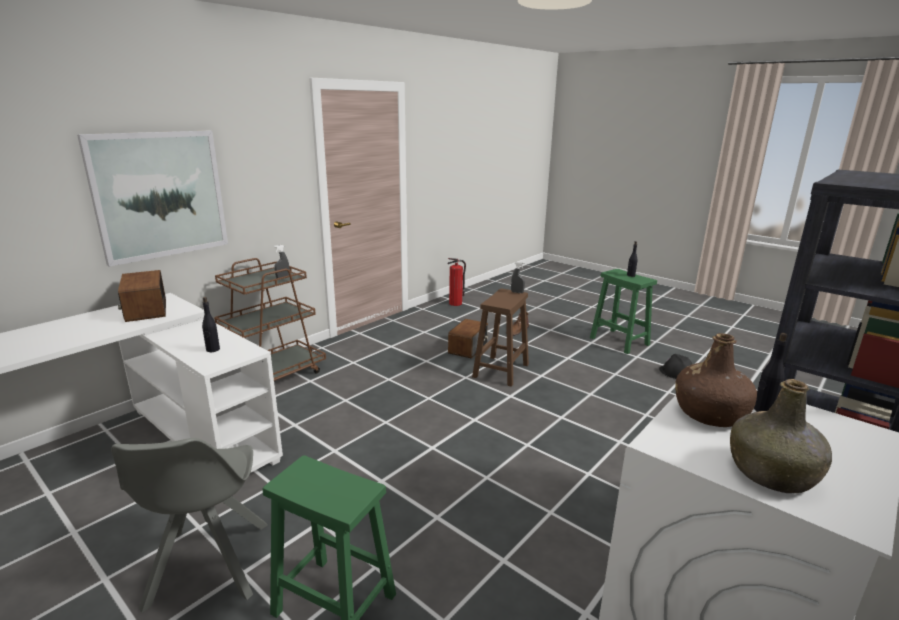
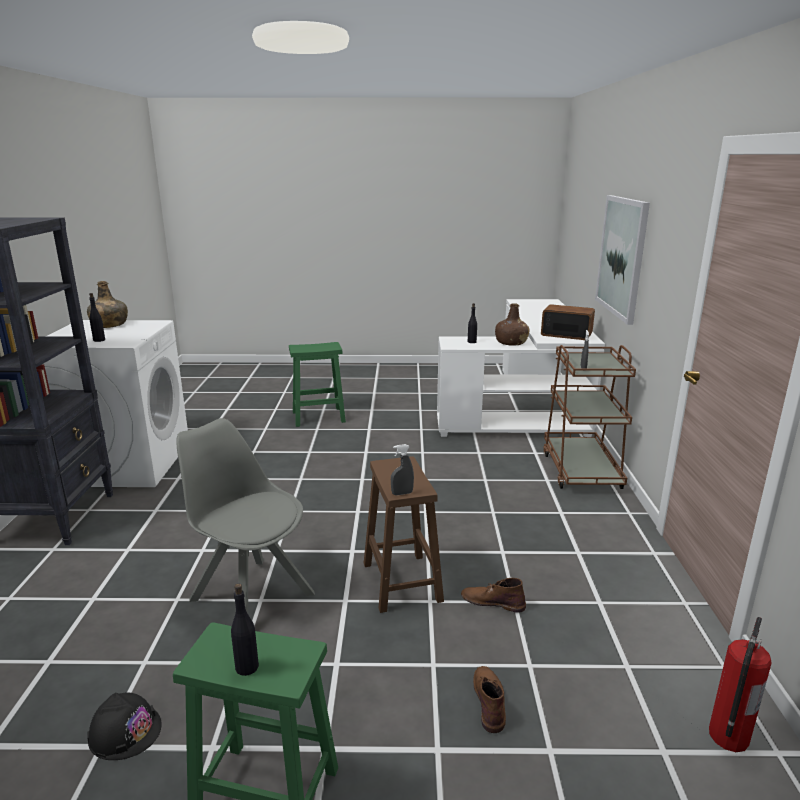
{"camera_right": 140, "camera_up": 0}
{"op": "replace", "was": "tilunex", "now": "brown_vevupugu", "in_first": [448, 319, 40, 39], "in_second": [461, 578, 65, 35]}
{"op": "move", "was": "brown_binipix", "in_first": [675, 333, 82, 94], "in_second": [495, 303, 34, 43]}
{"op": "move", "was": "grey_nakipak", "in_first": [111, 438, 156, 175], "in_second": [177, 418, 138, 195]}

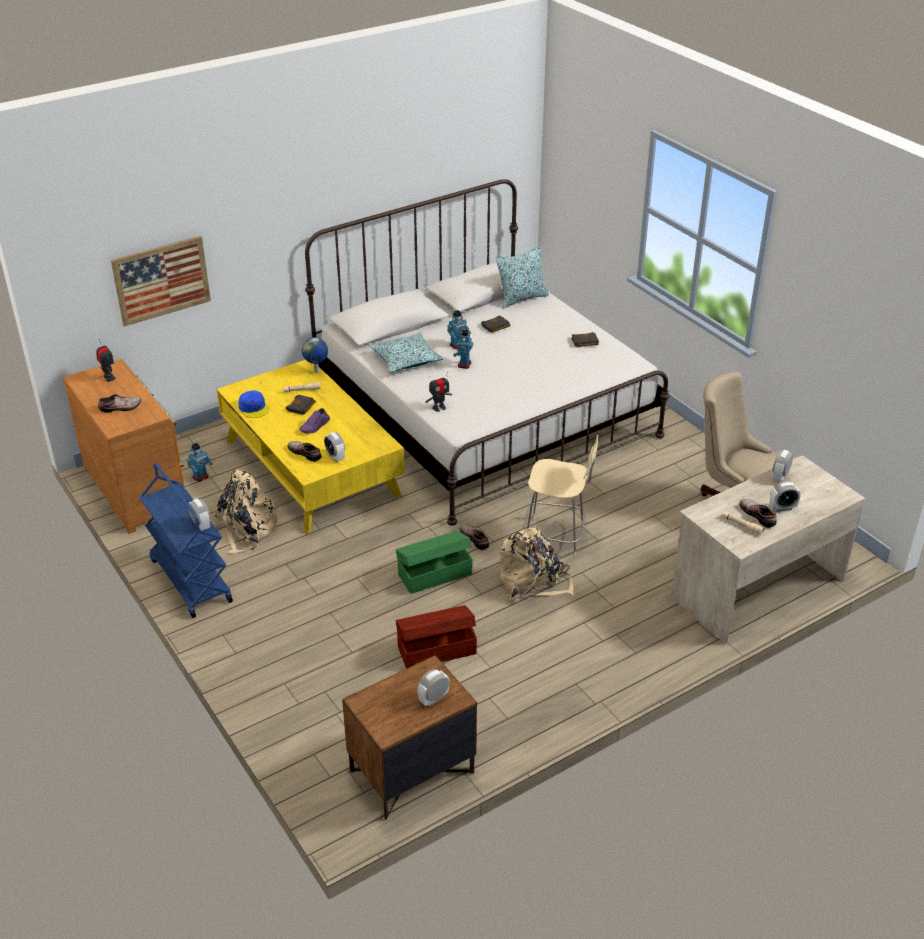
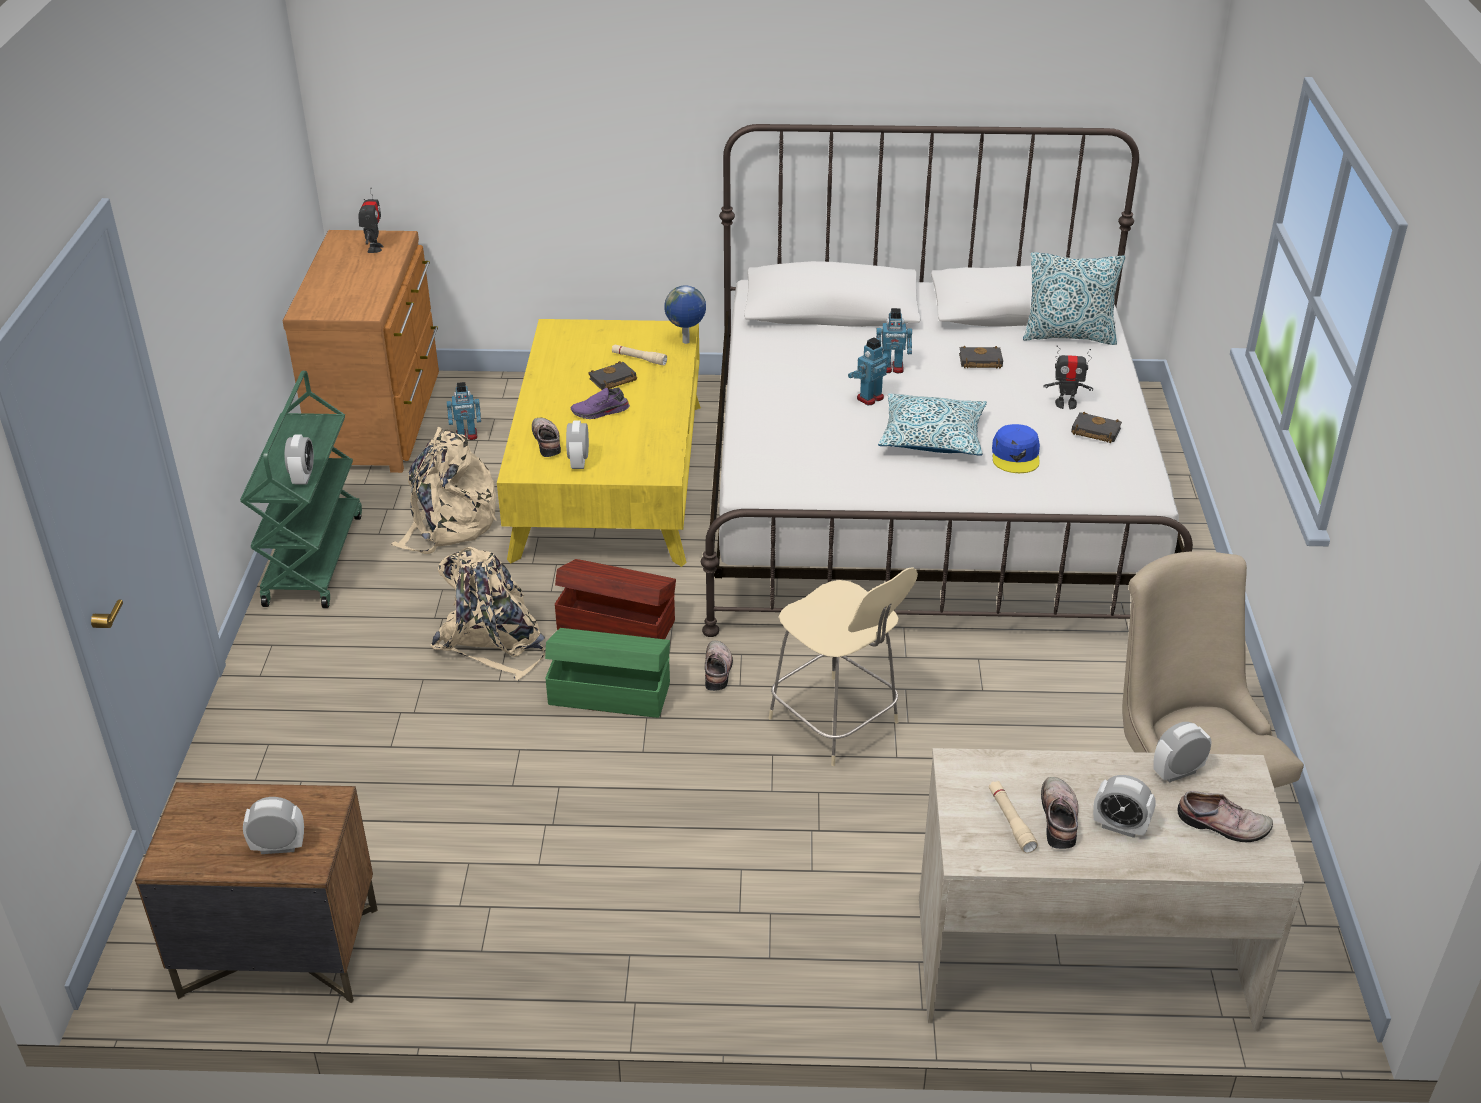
{"camera_right": 35, "camera_up": 0}
{"op": "delete", "was": "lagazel", "in_first": [111, 236, 100, 91]}
{"op": "move", "was": "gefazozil", "in_first": [370, 333, 73, 39], "in_second": [878, 393, 109, 63]}
{"op": "move", "was": "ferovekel", "in_first": [425, 372, 27, 40], "in_second": [1044, 345, 49, 64]}
{"op": "move", "was": "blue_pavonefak", "in_first": [238, 390, 31, 28], "in_second": [992, 424, 48, 49]}
{"op": "move", "was": "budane", "in_first": [98, 394, 43, 19], "in_second": [1178, 791, 95, 51]}
{"op": "recolor", "was": "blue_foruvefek", "now": "green_foruvefek", "in_first": [140, 463, 93, 155], "in_second": [240, 371, 122, 237]}
{"op": "move", "was": "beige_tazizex", "in_first": [499, 528, 74, 72], "in_second": [430, 547, 115, 134]}
{"op": "move", "was": "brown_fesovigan", "in_first": [396, 605, 81, 64], "in_second": [555, 559, 121, 80]}

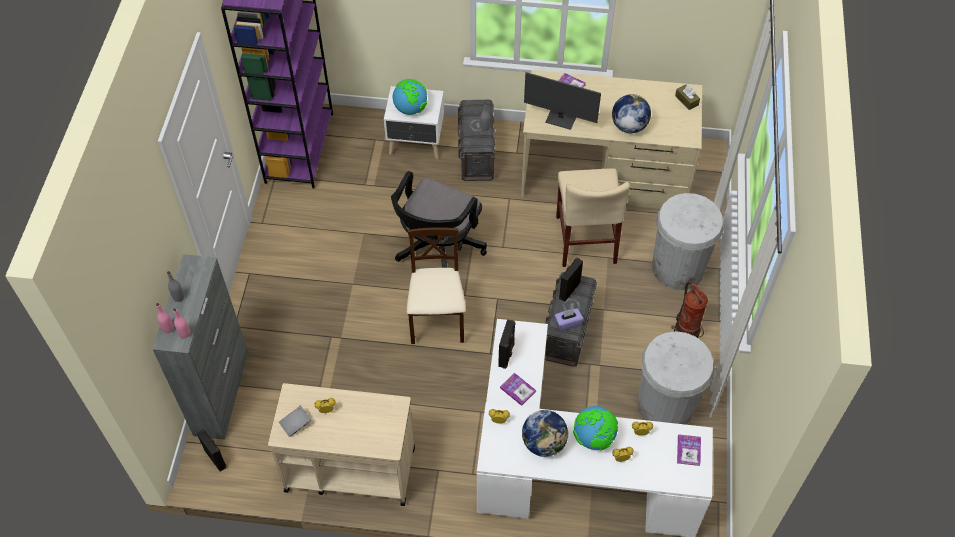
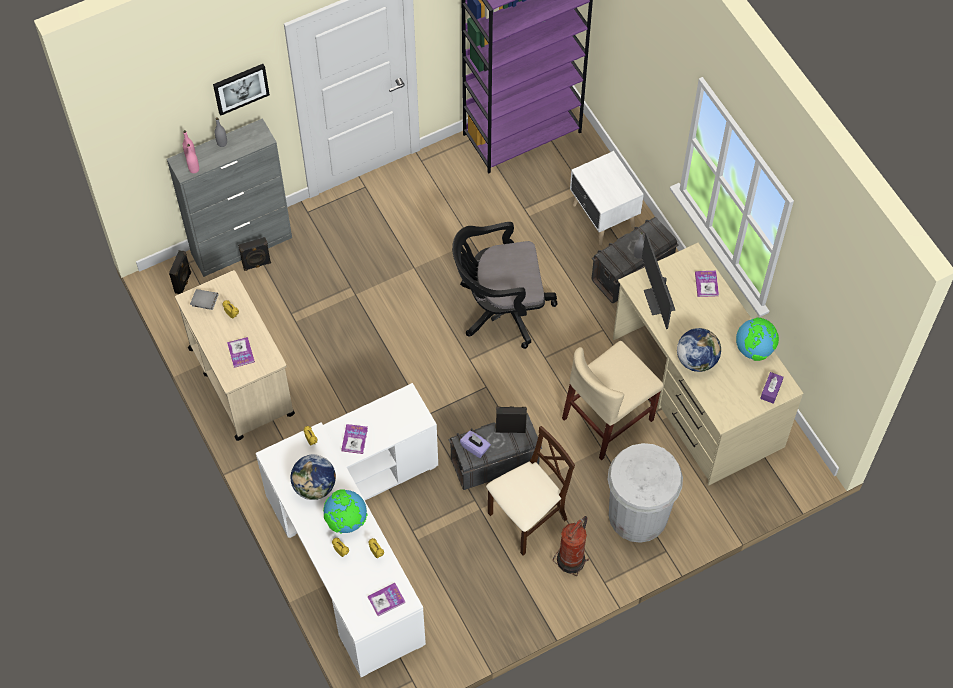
{"camera_right": 55, "camera_up": 5}
{"op": "move", "was": "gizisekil", "in_first": [392, 79, 35, 36], "in_second": [736, 318, 43, 43]}
{"op": "recolor", "was": "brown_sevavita", "now": "purple_sevavita", "in_first": [675, 85, 25, 25], "in_second": [760, 372, 24, 32]}
{"op": "move", "was": "beige_nakipak", "in_first": [407, 227, 59, 117], "in_second": [486, 426, 89, 130]}
{"op": "move", "was": "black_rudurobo", "in_first": [498, 320, 18, 49], "in_second": [238, 237, 33, 34]}
{"op": "delete", "was": "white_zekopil", "in_first": [637, 331, 77, 94]}
{"op": "insert", "now": "lagazel", "in_second": [213, 64, 57, 51]}
{"op": "insert", "now": "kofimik", "in_second": [227, 337, 28, 31]}

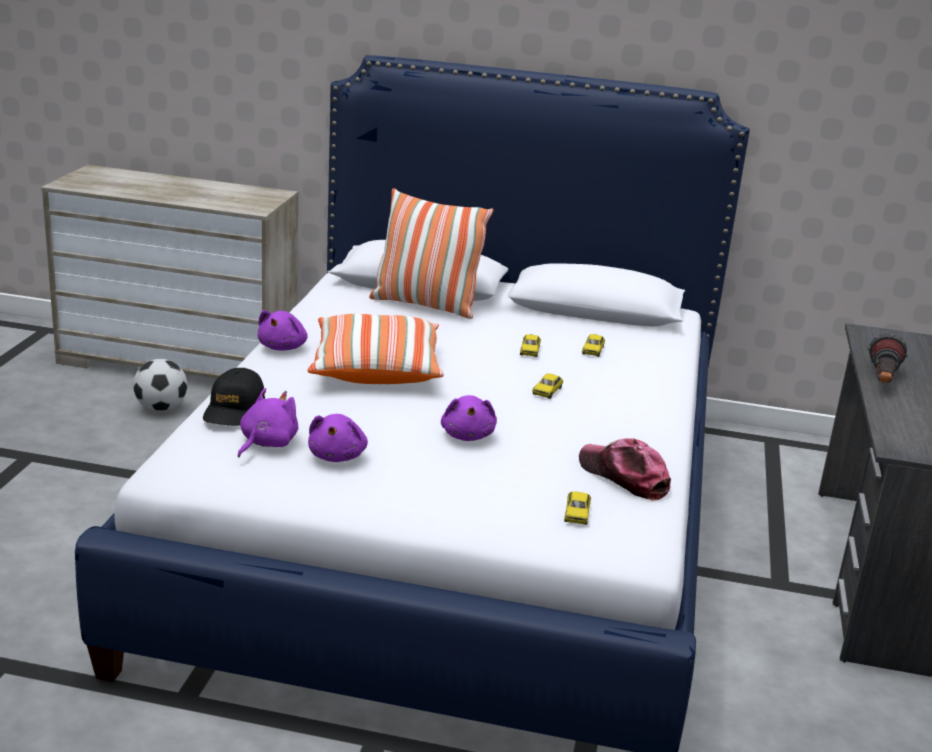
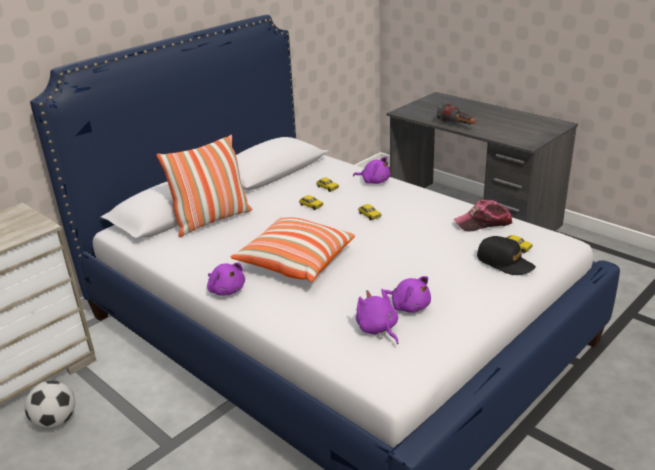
{"camera_right": -55, "camera_up": 5}
{"op": "move", "was": "black_pavonefak", "in_first": [203, 368, 62, 58], "in_second": [477, 236, 59, 39]}
{"op": "move", "was": "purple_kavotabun", "in_first": [441, 395, 56, 46], "in_second": [353, 157, 37, 27]}

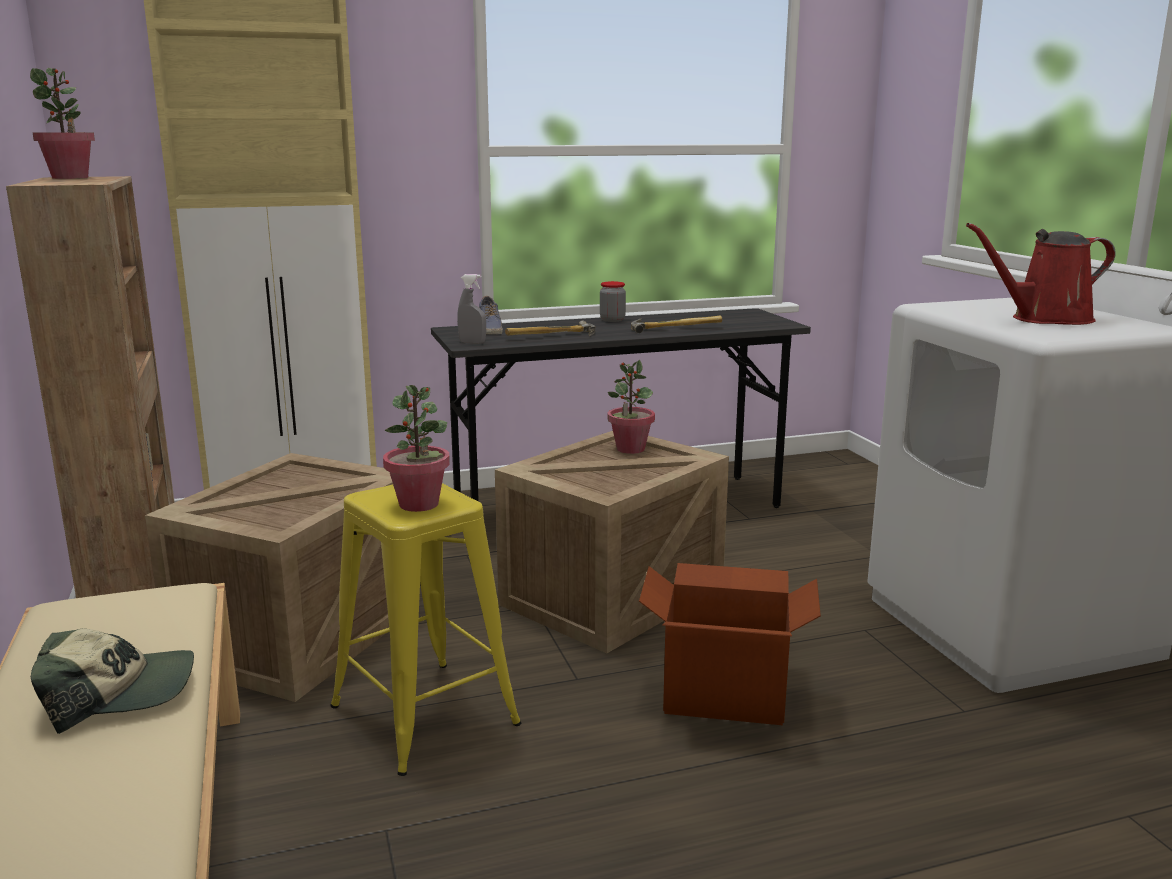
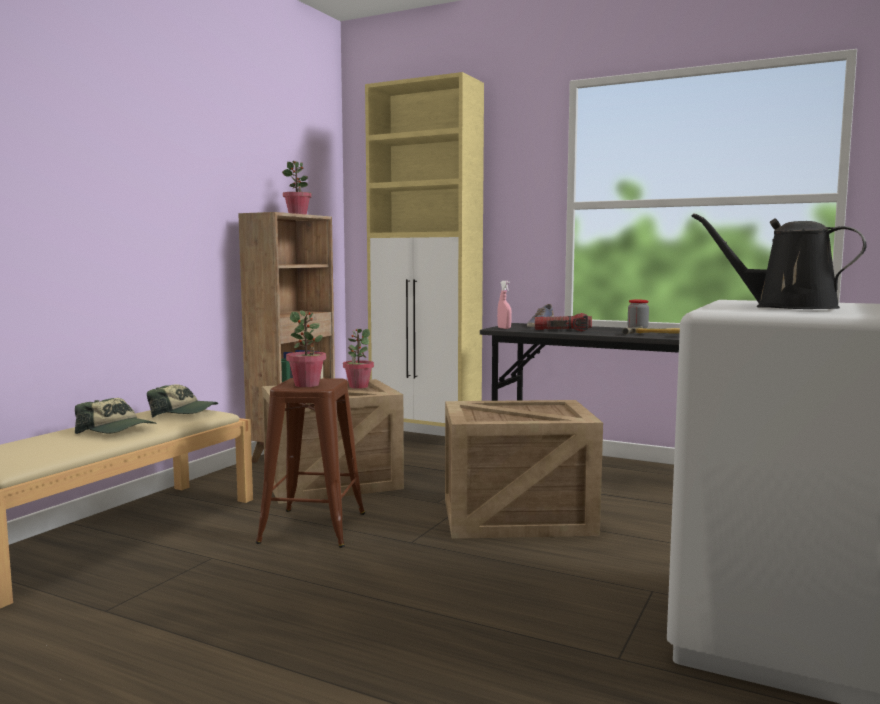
{"camera_right": 45, "camera_up": -10}
{"op": "recolor", "was": "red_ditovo", "now": "black_ditovo", "in_first": [966, 223, 150, 102], "in_second": [691, 213, 176, 96]}
{"op": "recolor", "was": "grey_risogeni", "now": "pink_risogeni", "in_first": [457, 274, 29, 70], "in_second": [497, 281, 15, 48]}
{"op": "replace", "was": "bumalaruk", "now": "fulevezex", "in_first": [505, 320, 90, 16], "in_second": [535, 313, 57, 18]}
{"op": "move", "was": "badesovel", "in_first": [608, 360, 47, 94], "in_second": [343, 329, 31, 60]}
{"op": "recolor", "was": "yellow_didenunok", "now": "brown_didenunok", "in_first": [330, 483, 191, 293], "in_second": [256, 378, 109, 170]}
{"op": "delete", "was": "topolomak", "in_first": [639, 563, 182, 162]}
{"op": "insert", "now": "pavonefak", "in_second": [147, 384, 71, 34]}

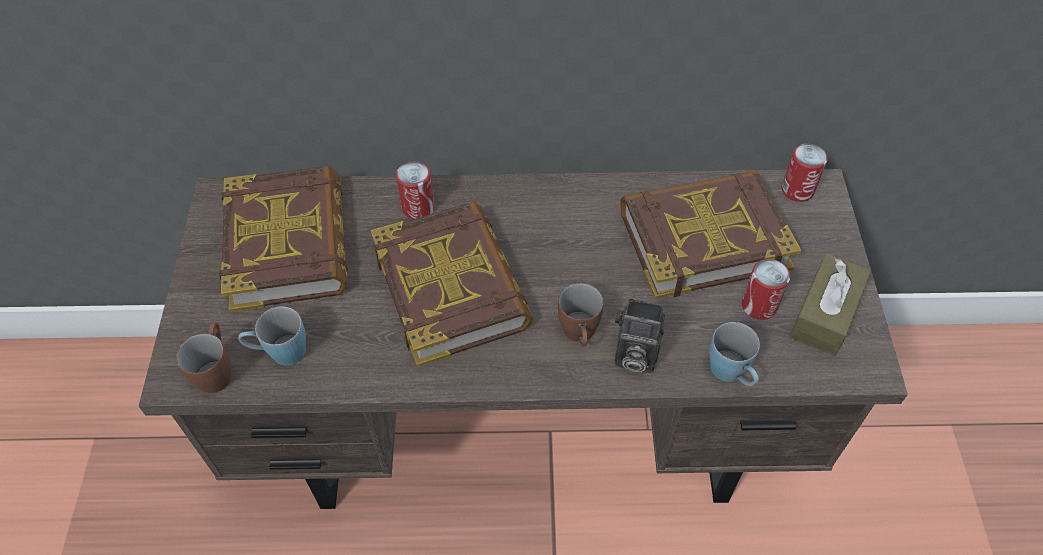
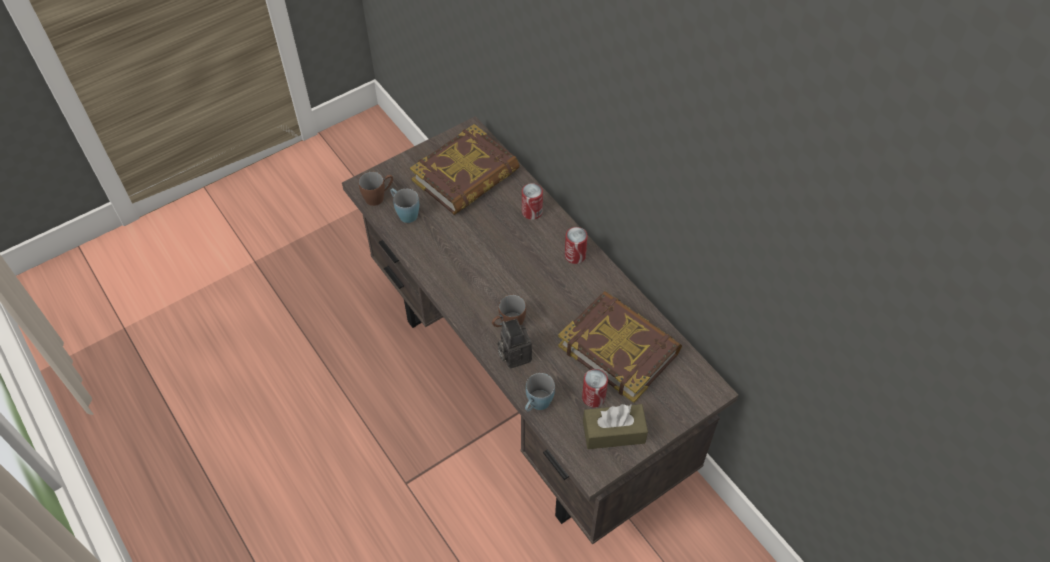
{"camera_right": 55, "camera_up": 0}
{"op": "move", "was": "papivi", "in_first": [781, 144, 47, 58], "in_second": [565, 227, 23, 37]}
{"op": "delete", "was": "kofimik", "in_first": [371, 201, 162, 166]}

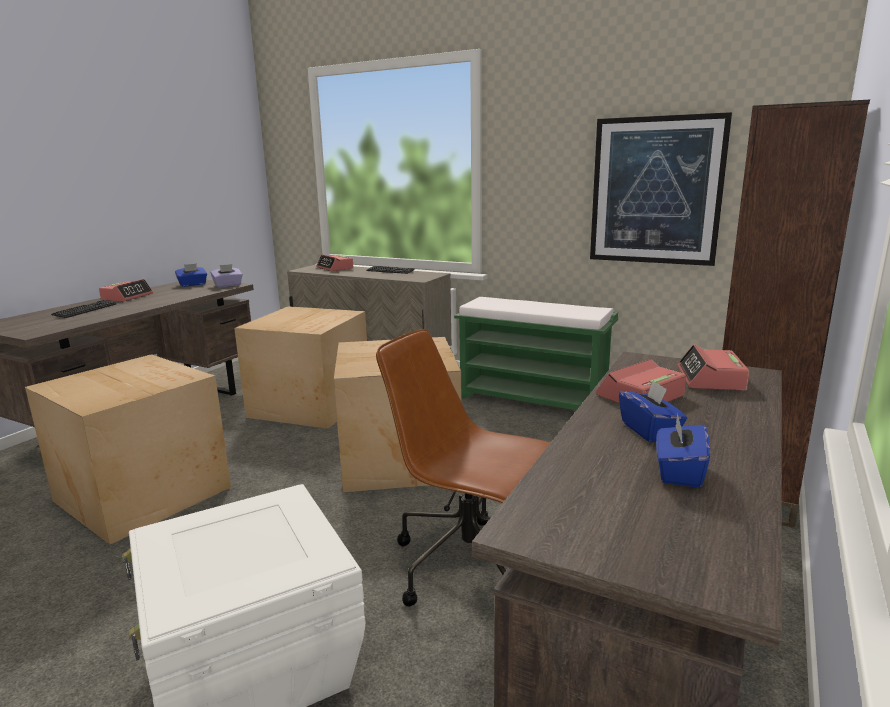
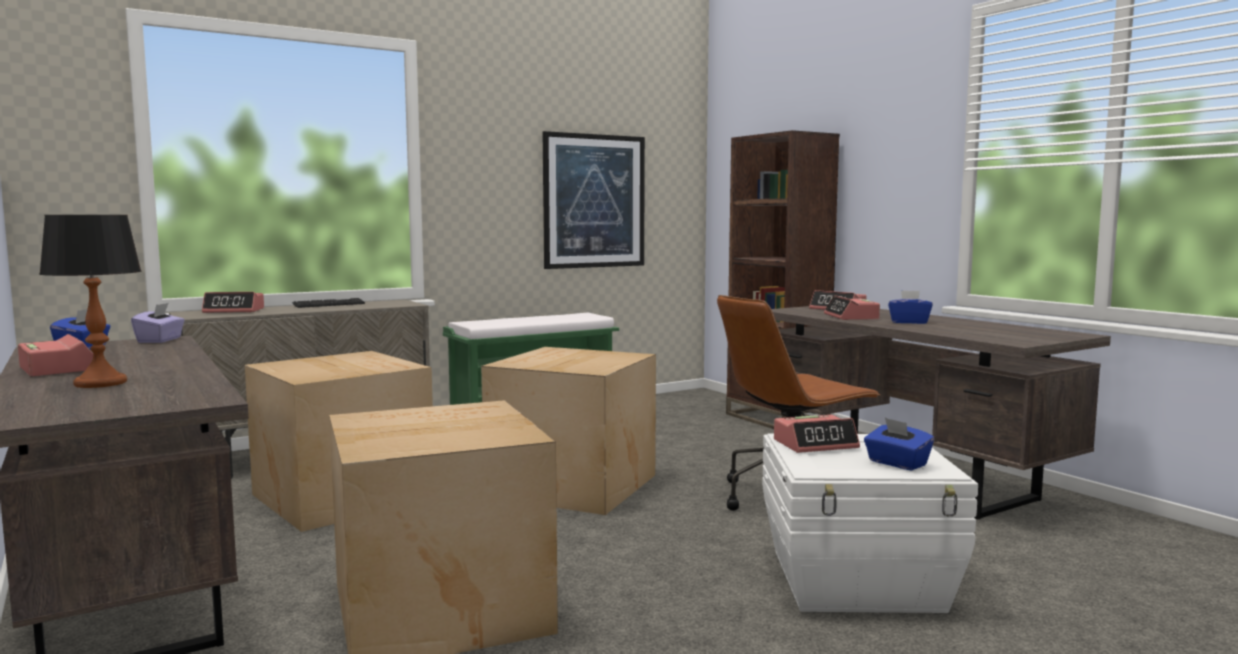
{"camera_right": -60, "camera_up": -10}
{"op": "replace", "was": "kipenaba", "now": "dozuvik", "in_first": [52, 300, 64, 18], "in_second": [39, 215, 102, 173]}
{"op": "move", "was": "blue_sevavita", "in_first": [656, 413, 54, 75], "in_second": [864, 418, 70, 53]}
{"op": "insert", "now": "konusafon", "in_second": [774, 415, 86, 38]}

